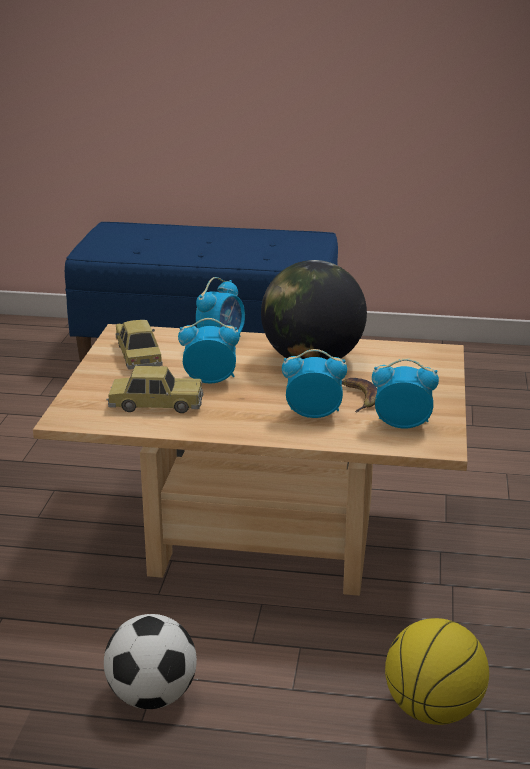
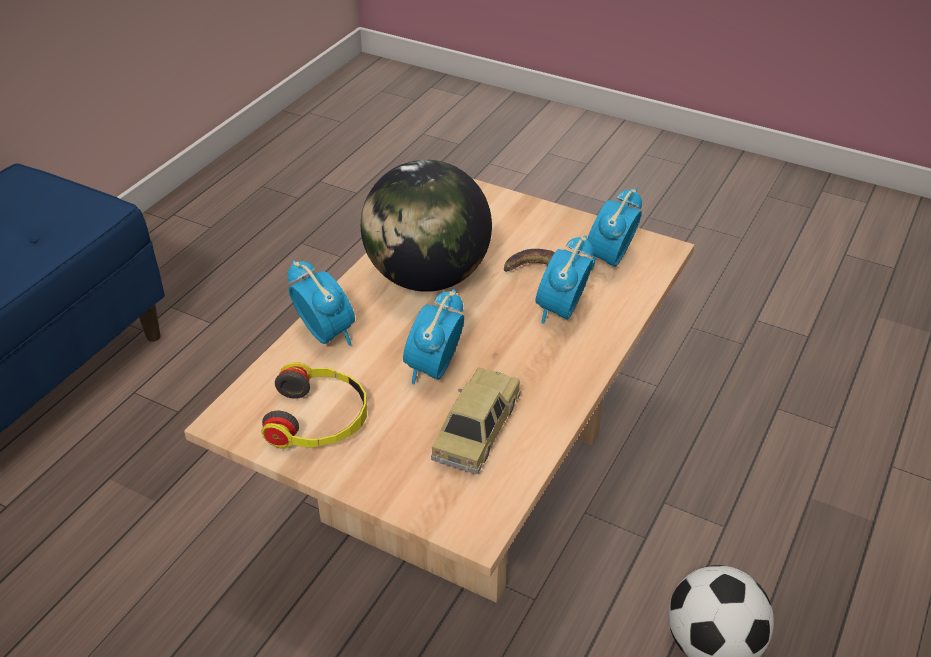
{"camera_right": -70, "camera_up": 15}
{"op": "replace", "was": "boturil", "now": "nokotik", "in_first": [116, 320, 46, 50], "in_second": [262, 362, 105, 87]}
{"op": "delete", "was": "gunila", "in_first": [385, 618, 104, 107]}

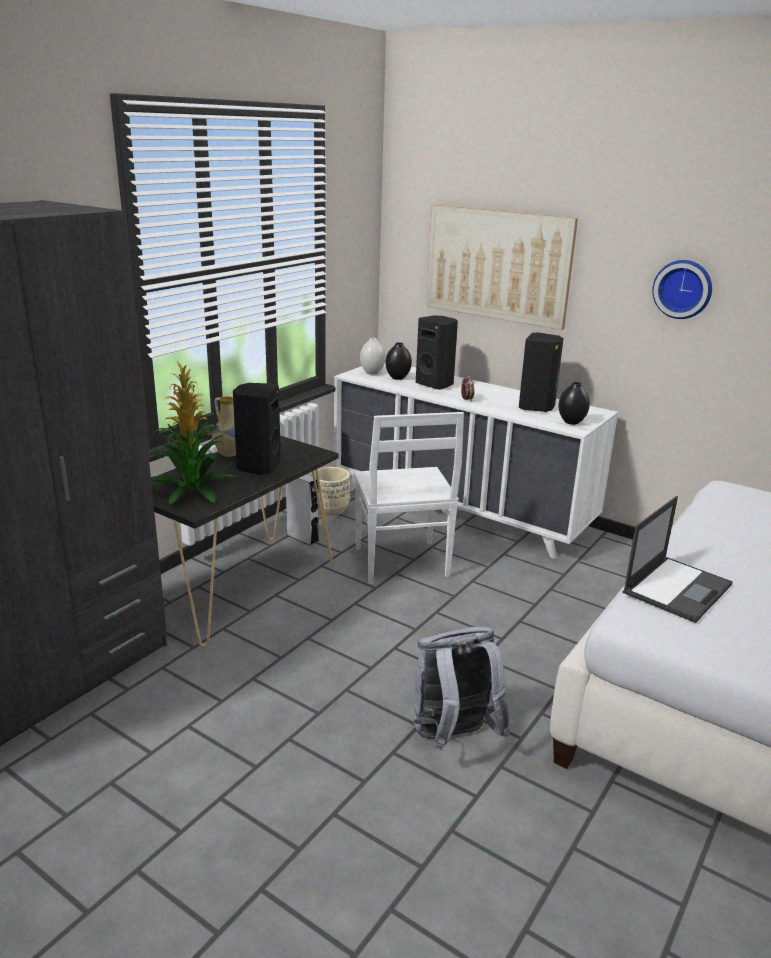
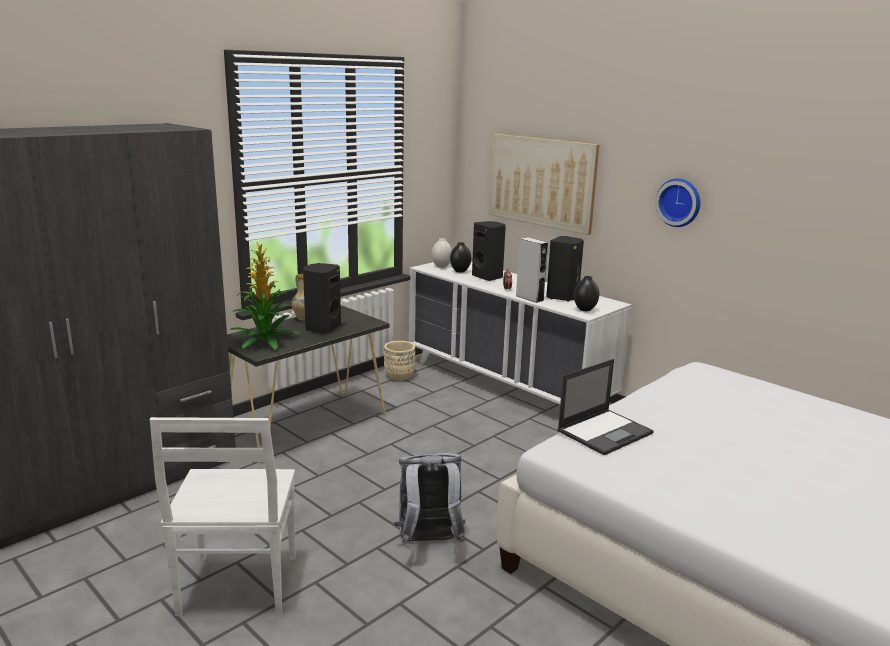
{"camera_right": 10, "camera_up": -5}
{"op": "move", "was": "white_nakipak", "in_first": [354, 412, 110, 172], "in_second": [149, 417, 147, 199]}
{"op": "move", "was": "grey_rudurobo", "in_first": [286, 474, 33, 72], "in_second": [516, 237, 32, 66]}

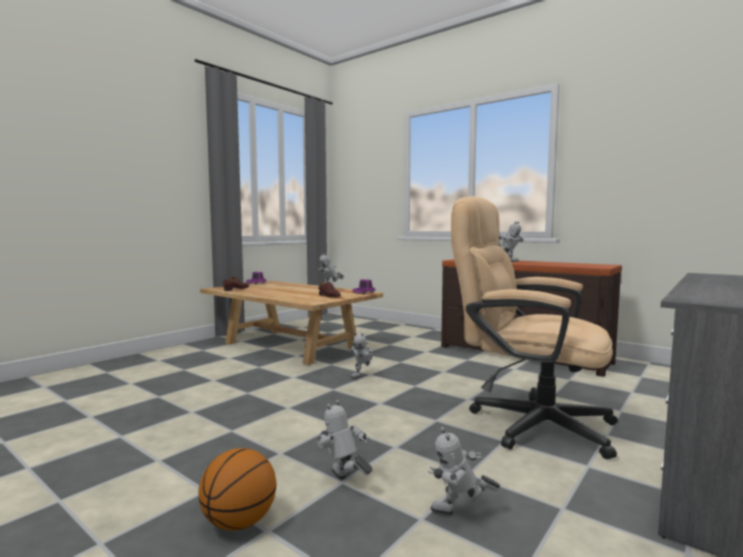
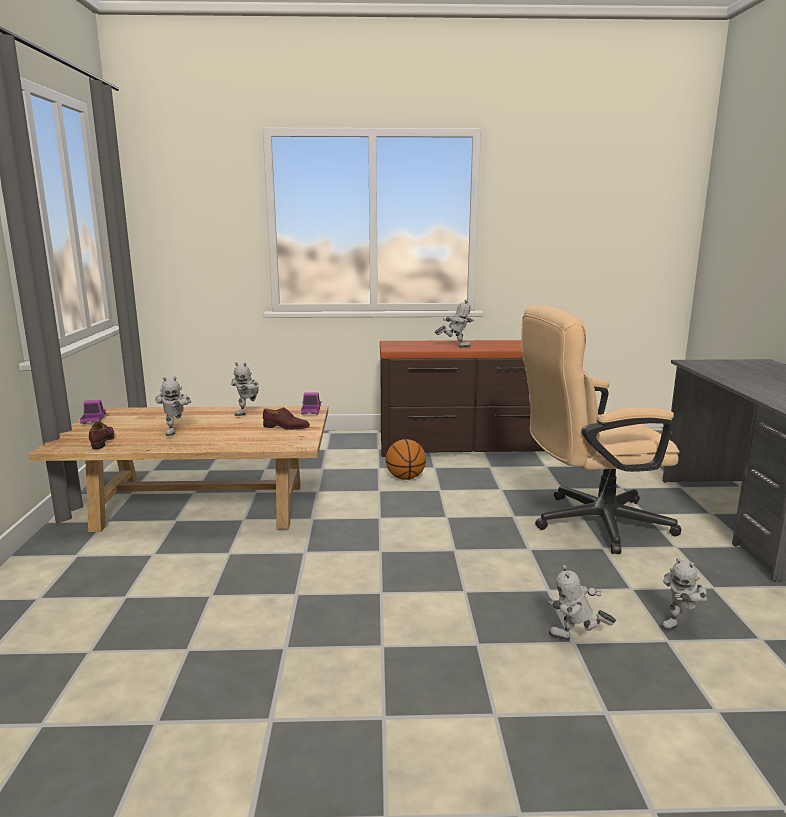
{"camera_right": -40, "camera_up": 10}
{"op": "move", "was": "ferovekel", "in_first": [350, 332, 23, 47], "in_second": [156, 376, 35, 60]}
{"op": "move", "was": "gunila", "in_first": [198, 448, 78, 83], "in_second": [386, 439, 40, 41]}

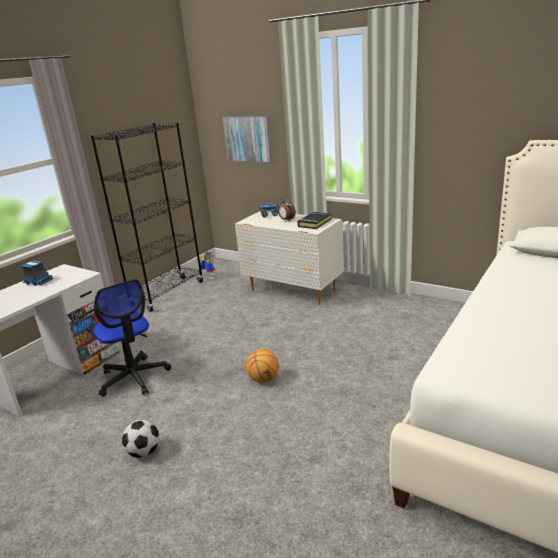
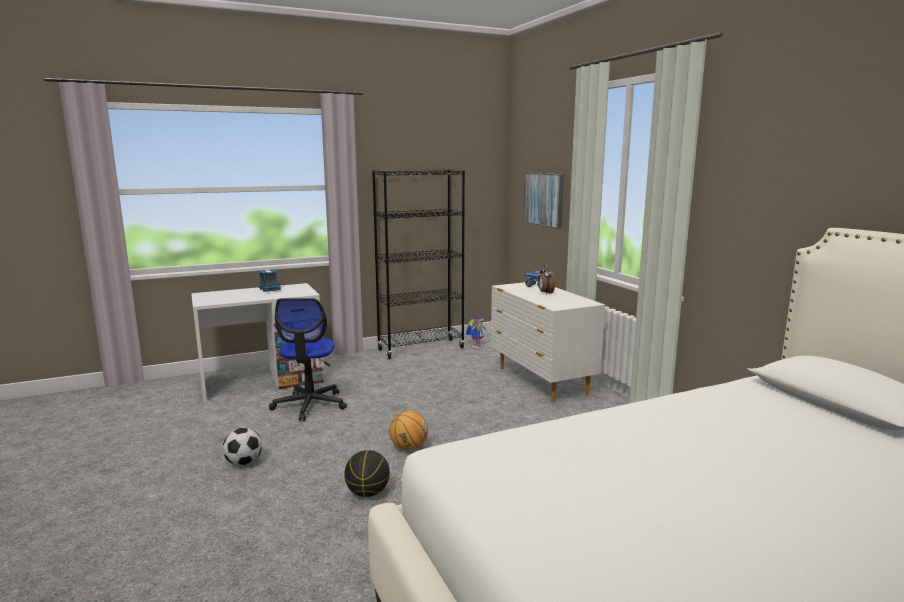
{"camera_right": 30, "camera_up": -10}
{"op": "delete", "was": "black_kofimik", "in_first": [297, 212, 35, 17]}
{"op": "insert", "now": "gunila", "in_second": [344, 450, 46, 47]}

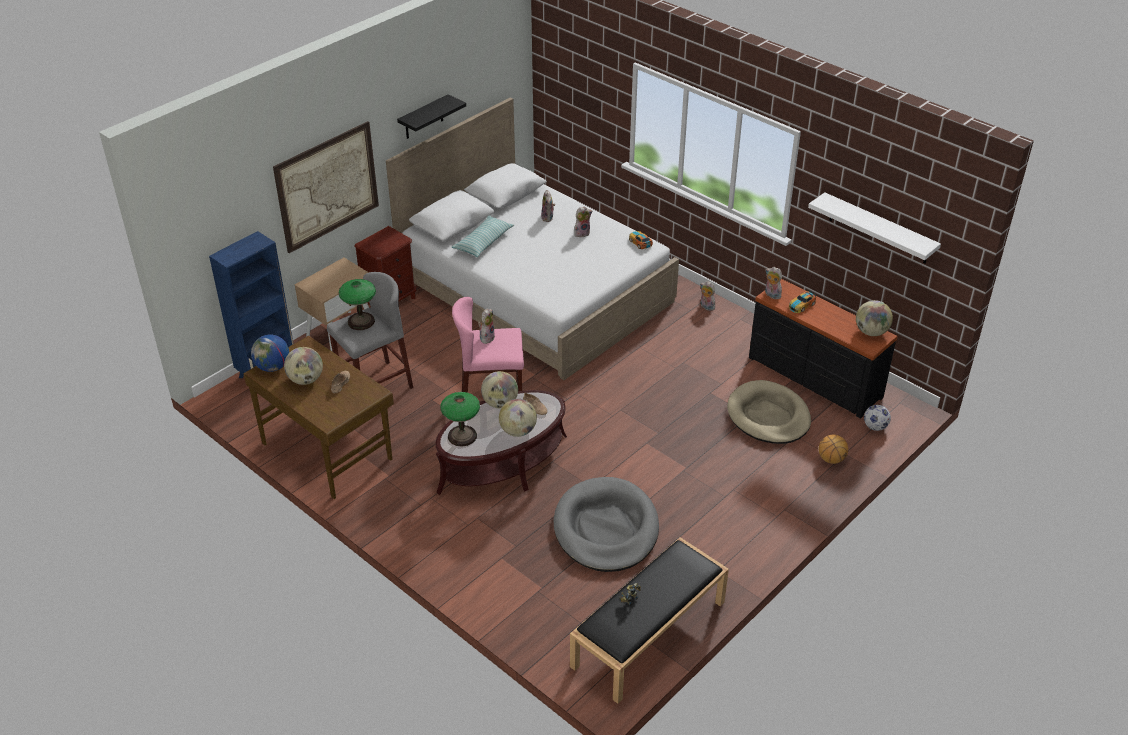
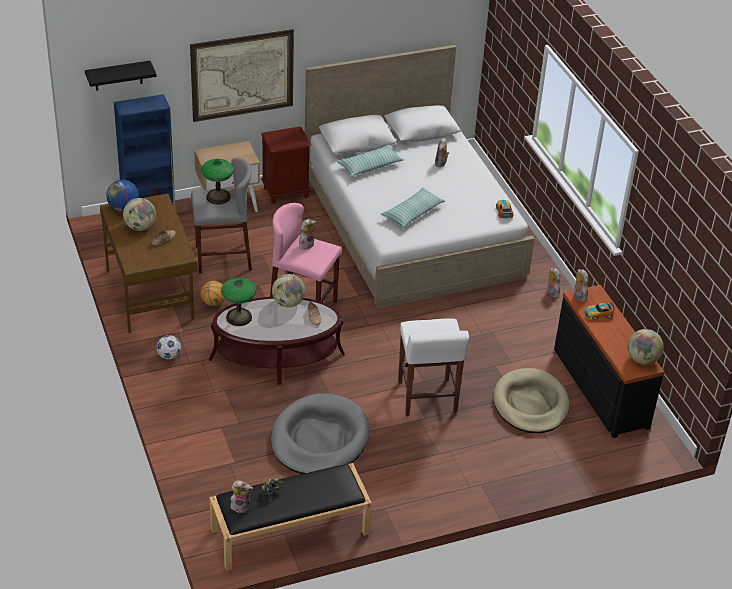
{"camera_right": 25, "camera_up": 0}
{"op": "move", "was": "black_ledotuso", "in_first": [397, 94, 69, 45], "in_second": [85, 61, 72, 30]}
{"op": "delete", "was": "white_ledotuso", "in_first": [808, 192, 133, 72]}
{"op": "move", "was": "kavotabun", "in_first": [574, 206, 19, 31], "in_second": [230, 480, 23, 33]}
{"op": "delete", "was": "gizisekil", "in_first": [499, 399, 38, 38]}
{"op": "move", "was": "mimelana", "in_first": [864, 405, 27, 26], "in_second": [157, 335, 24, 25]}
{"op": "move", "was": "gunila", "in_first": [819, 435, 29, 29], "in_second": [201, 281, 24, 25]}
{"op": "insert", "now": "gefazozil", "in_second": [381, 187, 64, 41]}
{"op": "insert", "now": "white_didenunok", "in_second": [398, 318, 71, 98]}

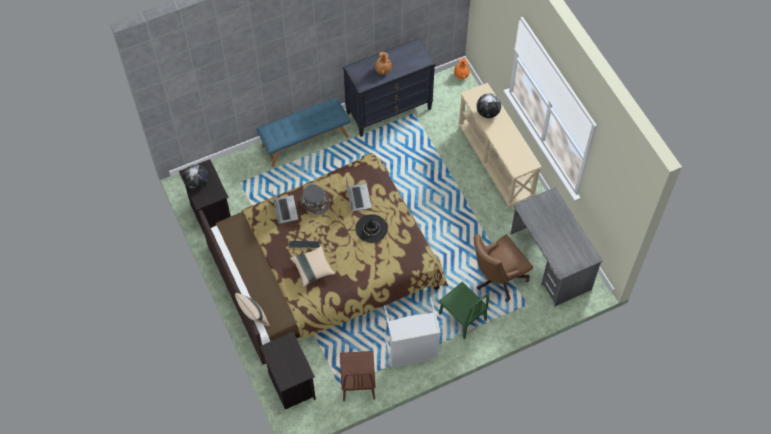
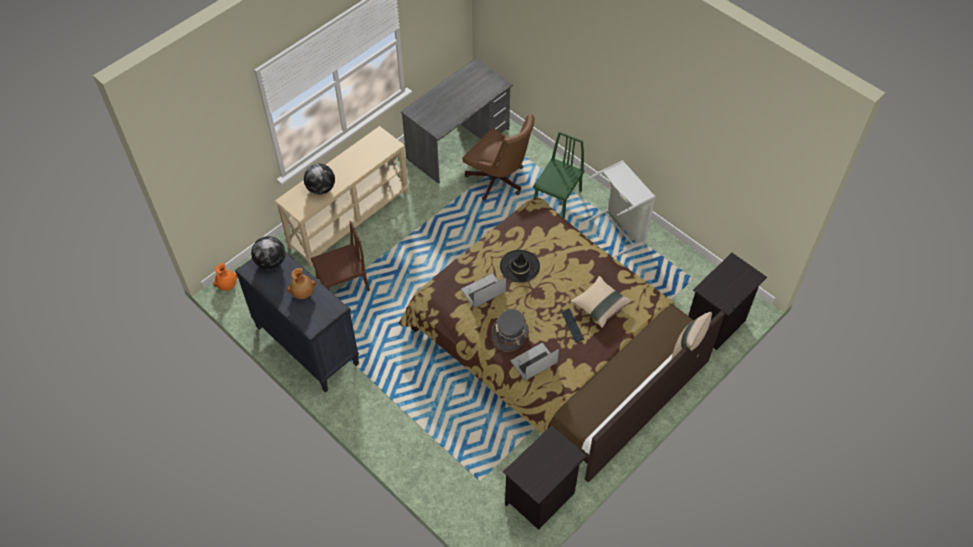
{"camera_right": -110, "camera_up": -5}
{"op": "delete", "was": "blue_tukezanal", "in_first": [257, 98, 93, 69]}
{"op": "move", "was": "gizisekil", "in_first": [183, 164, 26, 26], "in_second": [251, 236, 35, 34]}
{"op": "move", "was": "brown_nakipak", "in_first": [340, 351, 36, 50], "in_second": [311, 221, 59, 70]}

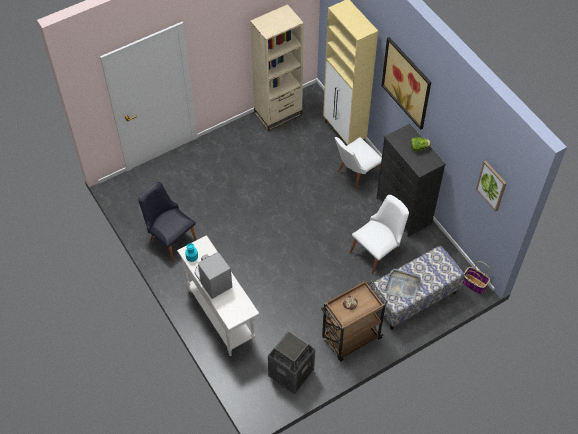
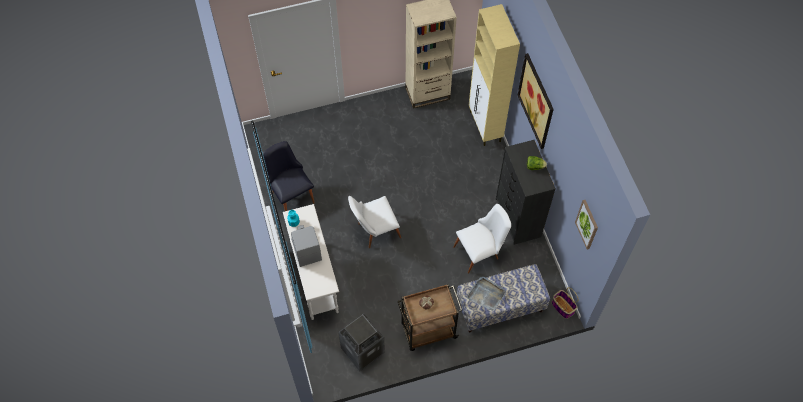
{"camera_right": 15, "camera_up": 5}
{"op": "move", "was": "white_nakipak", "in_first": [335, 137, 47, 54], "in_second": [348, 196, 53, 52]}

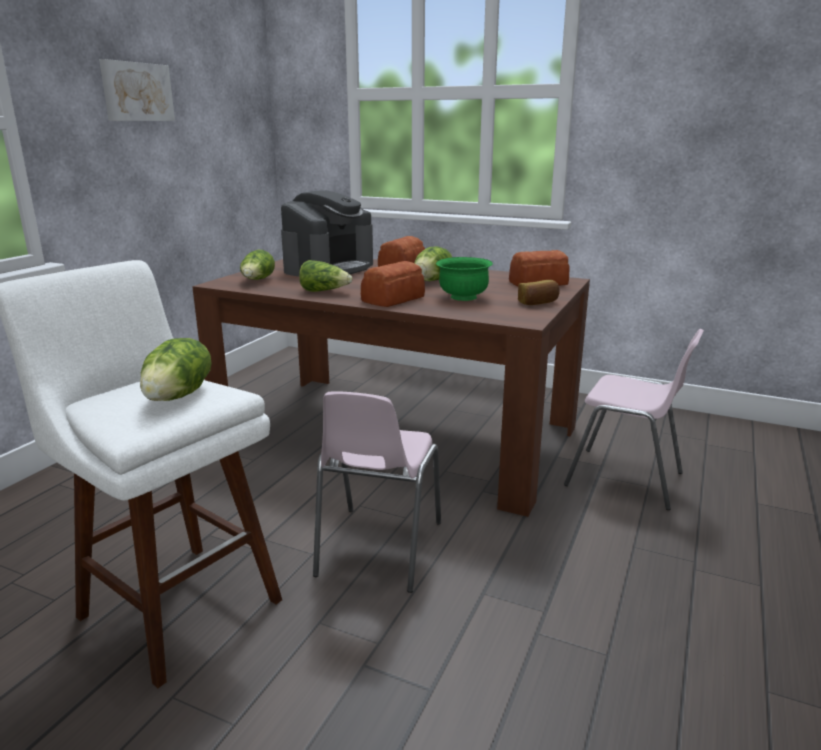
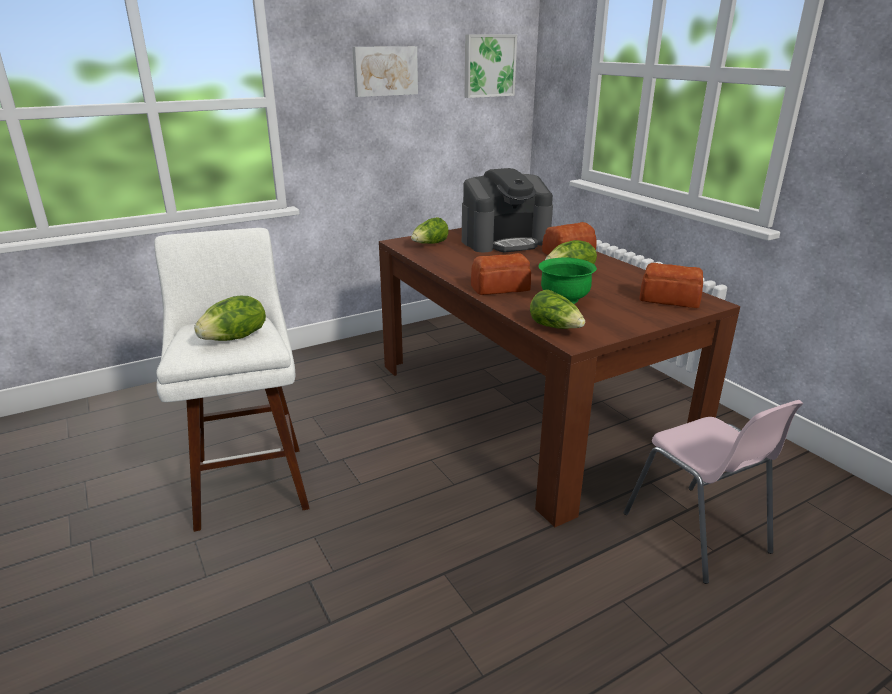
{"camera_right": 35, "camera_up": 5}
{"op": "move", "was": "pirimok", "in_first": [299, 260, 53, 32], "in_second": [530, 289, 55, 40]}
{"op": "delete", "was": "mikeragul", "in_first": [518, 280, 42, 25]}
{"op": "delete", "was": "pink_nakipak", "in_first": [313, 391, 128, 202]}
{"op": "insert", "now": "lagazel", "in_second": [464, 34, 53, 64]}

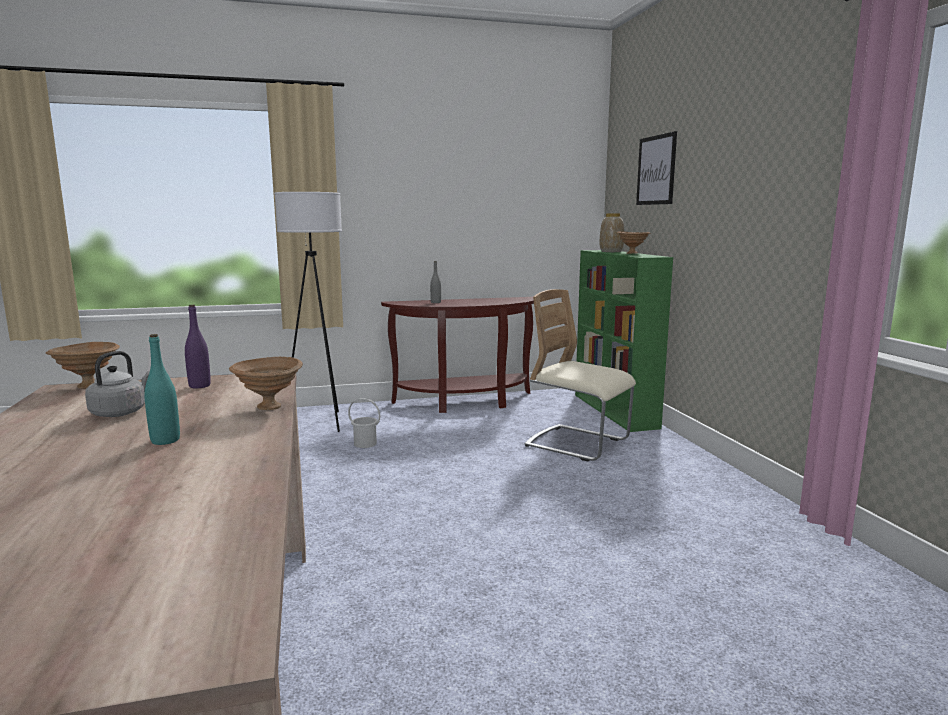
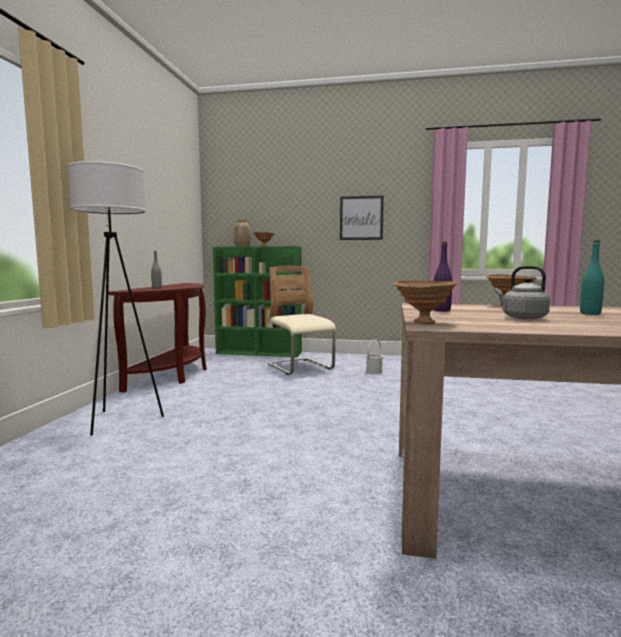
{"camera_right": -65, "camera_up": -5}
{"op": "move", "was": "lagazel", "in_first": [636, 131, 41, 74], "in_second": [340, 196, 44, 44]}
{"op": "rotate", "was": "beige_nakipak", "in_first": [524, 289, 112, 173], "in_second": [268, 266, 68, 109], "clockwise": 90}
{"op": "move", "was": "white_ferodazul", "in_first": [348, 398, 32, 50], "in_second": [365, 339, 19, 35]}

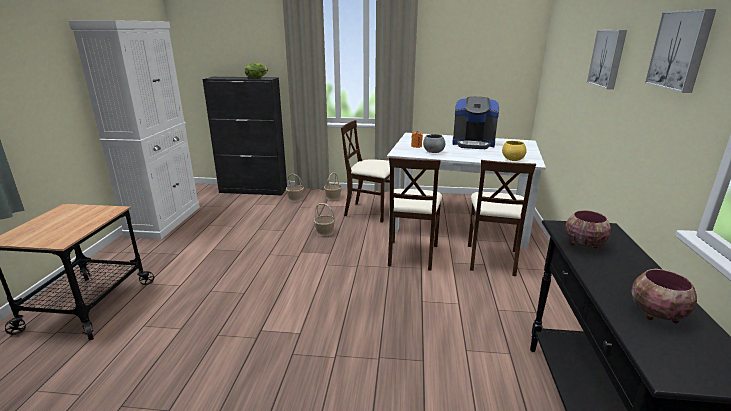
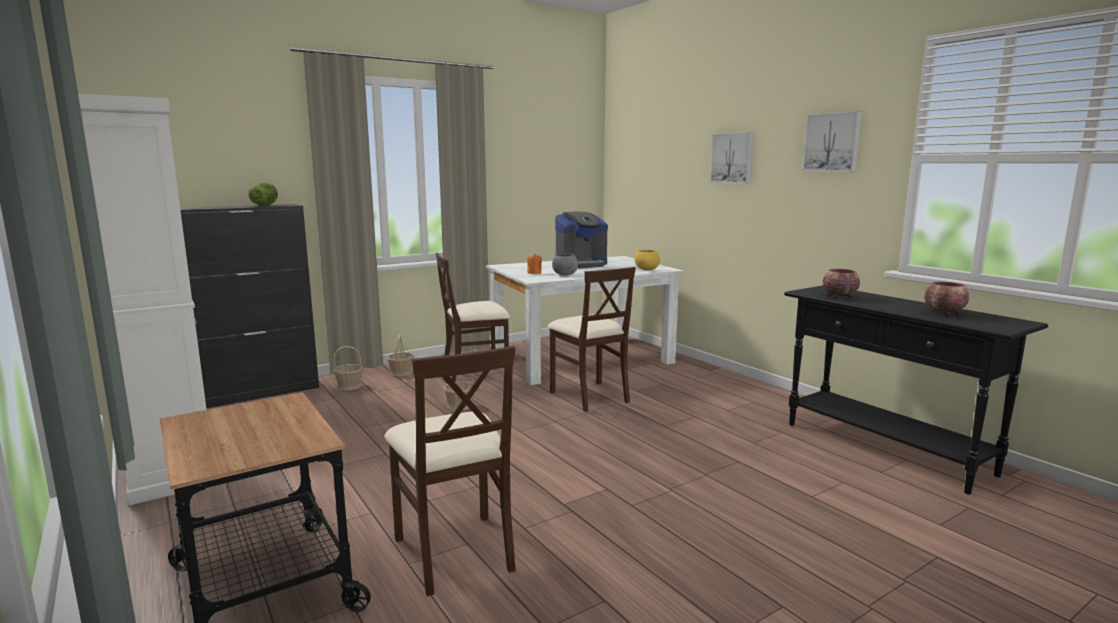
{"camera_right": -40, "camera_up": -10}
{"op": "move", "was": "beige_nakipak", "in_first": [468, 160, 68, 116], "in_second": [384, 346, 132, 250]}

